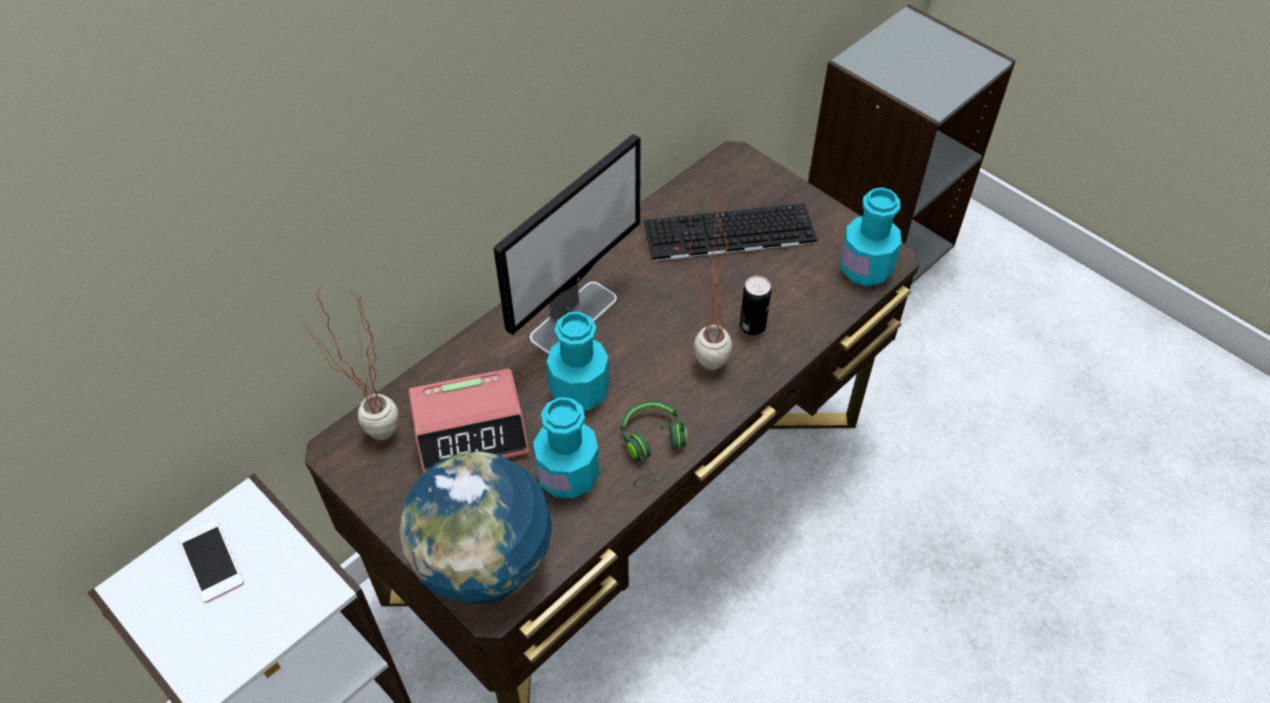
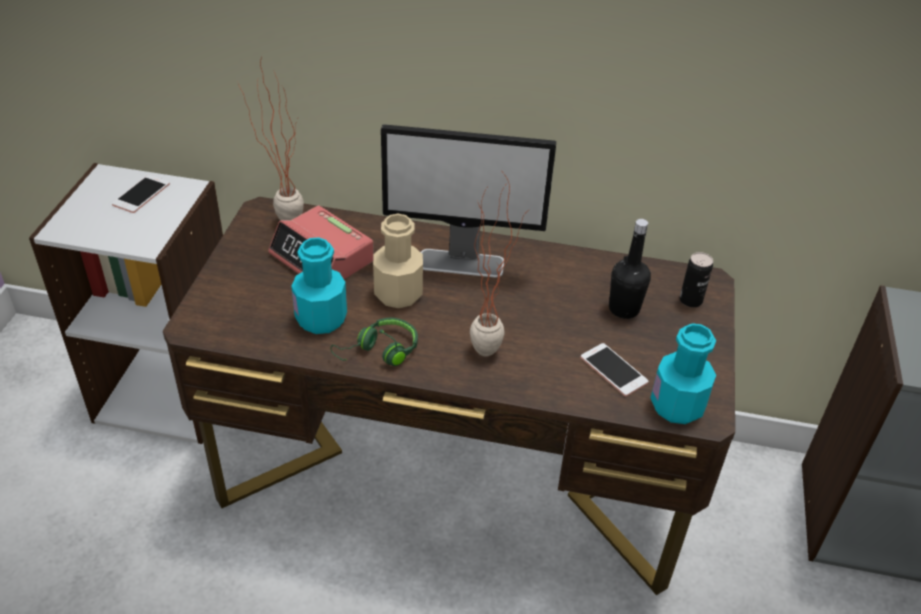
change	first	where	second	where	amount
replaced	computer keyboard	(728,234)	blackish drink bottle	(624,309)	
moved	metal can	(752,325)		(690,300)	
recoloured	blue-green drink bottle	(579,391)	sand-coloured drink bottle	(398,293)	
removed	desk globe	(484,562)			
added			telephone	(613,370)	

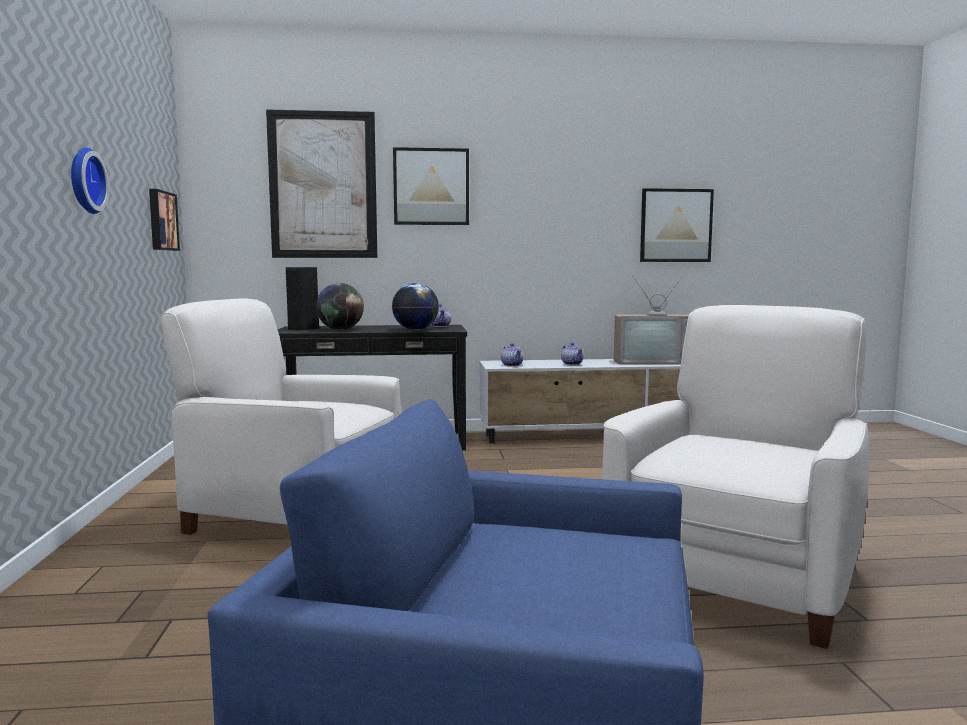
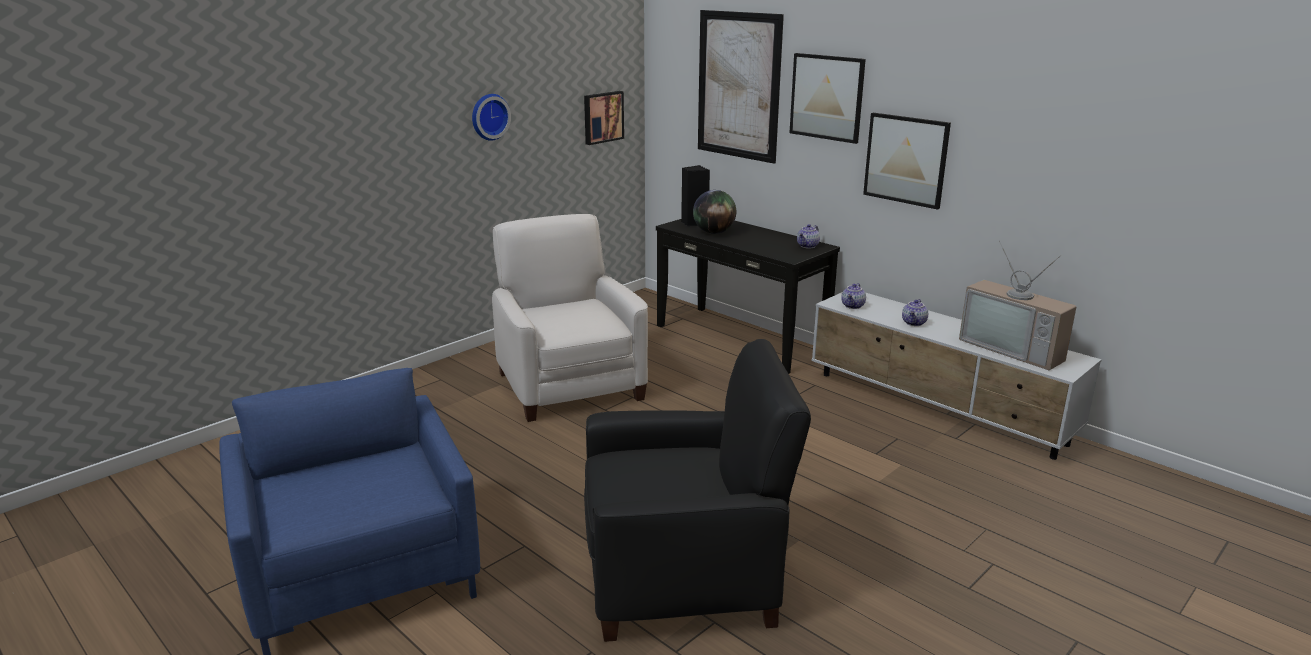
change	first	where	second	where	amount
moved	wall picture	(676,225)		(906,160)	
removed	desk globe	(416,329)			
recoloured	whitish armchair	(735,577)	blackish armchair	(683,575)	

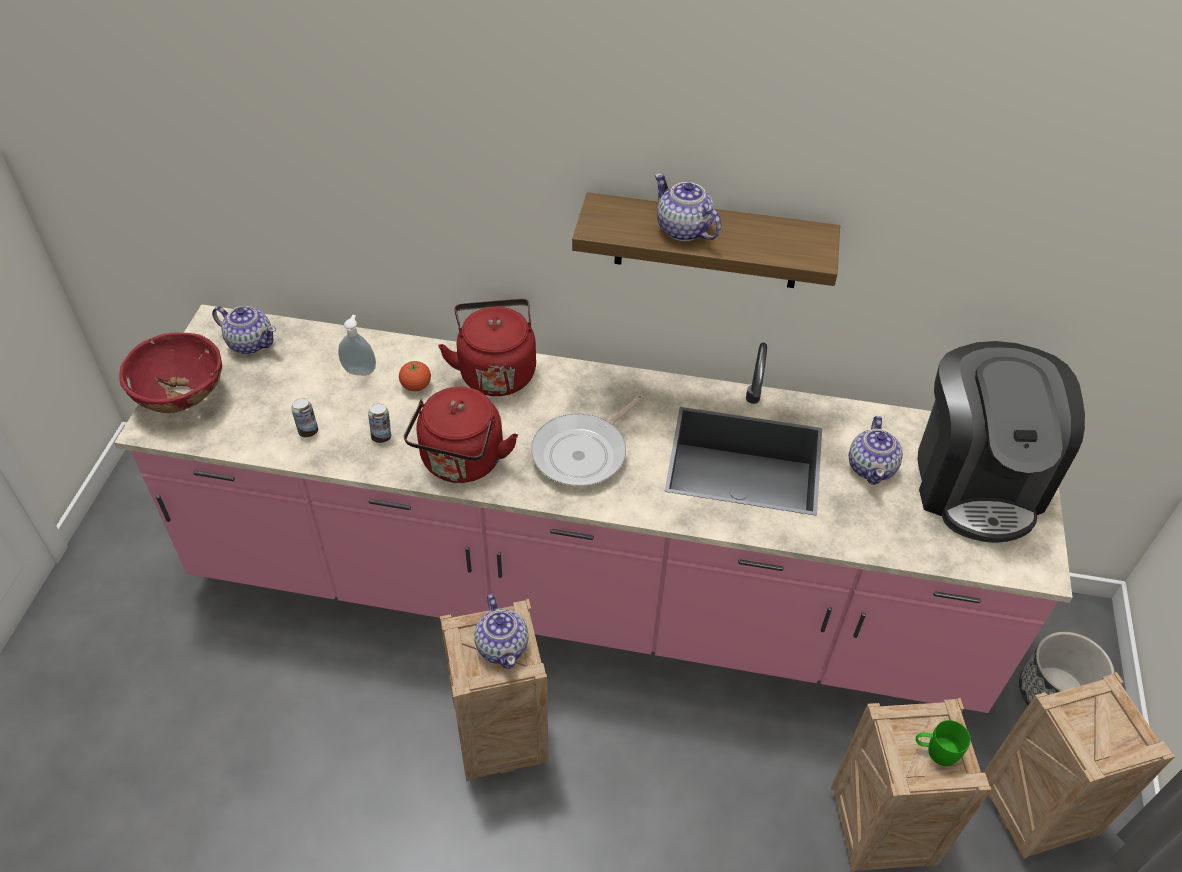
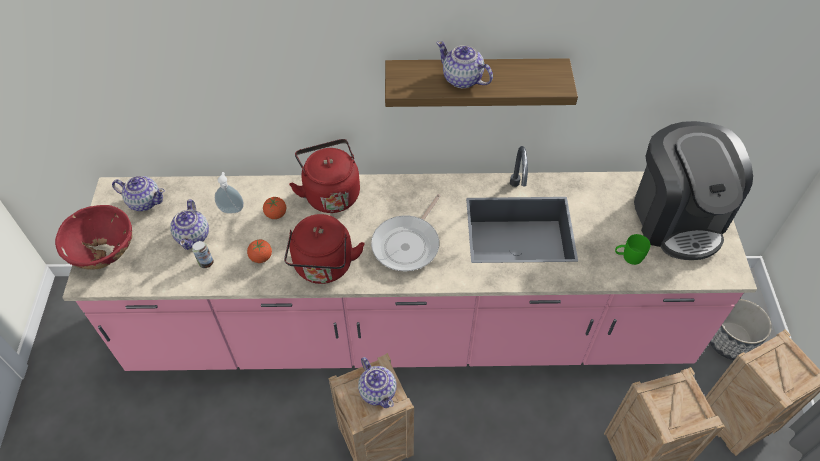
change	first	where	second	where	amount
replaced	metal can	(382,436)	fresh tomato	(261,257)	
moved	pot for tea	(871,467)		(193,235)	
moved	green tea mug	(935,751)		(628,257)	

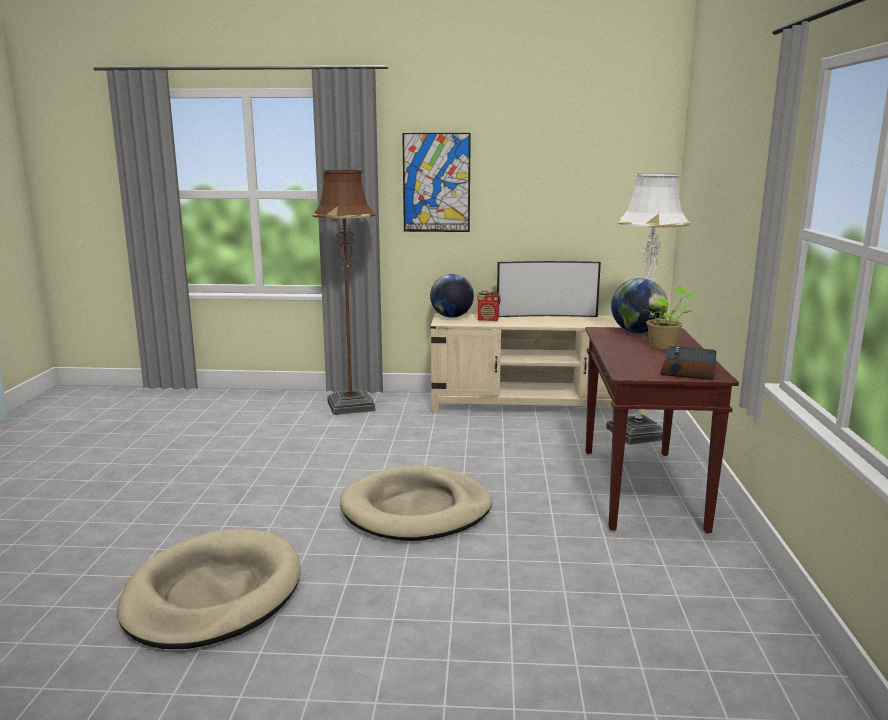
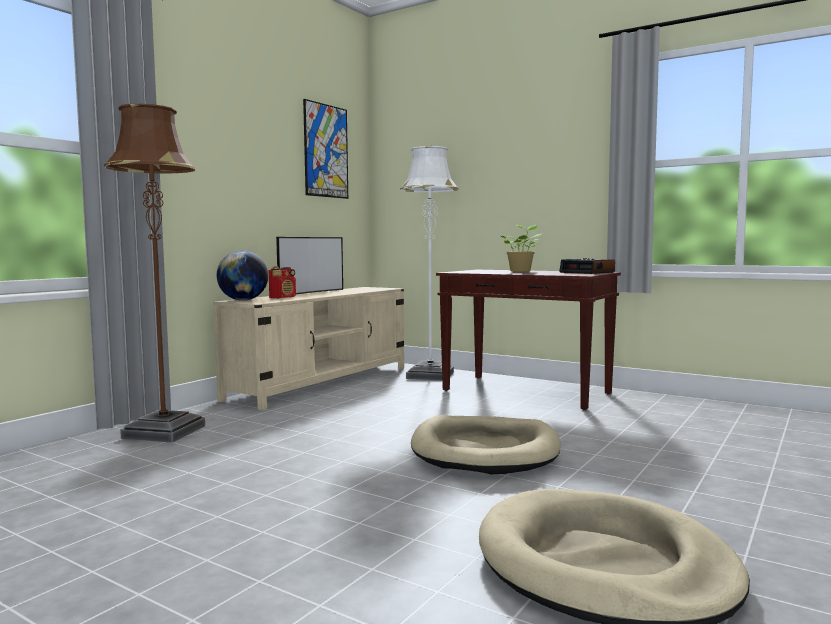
change	first	where	second	where	amount
moved	wall picture	(436,183)		(326,151)	
removed	desk globe	(637,332)			

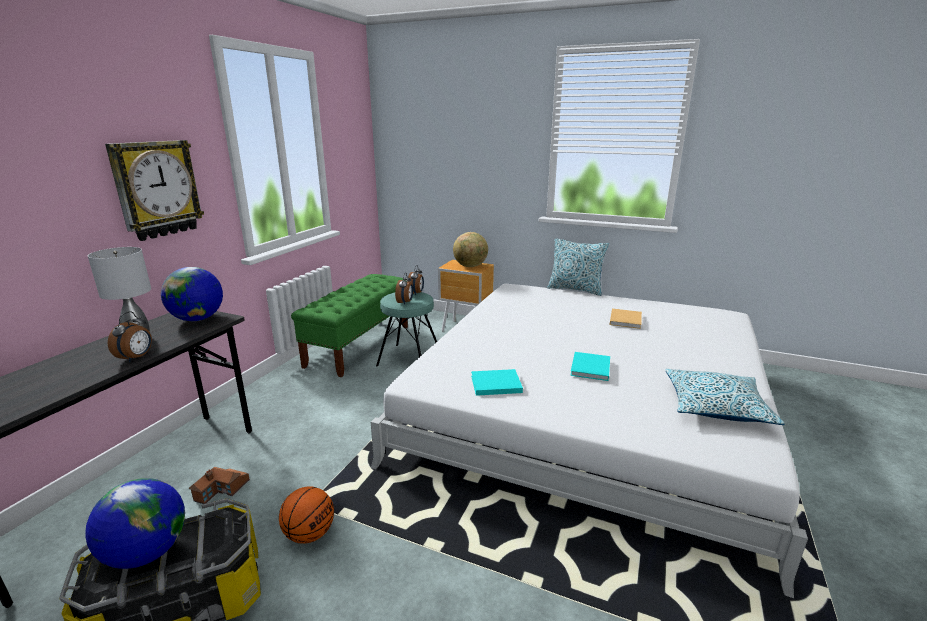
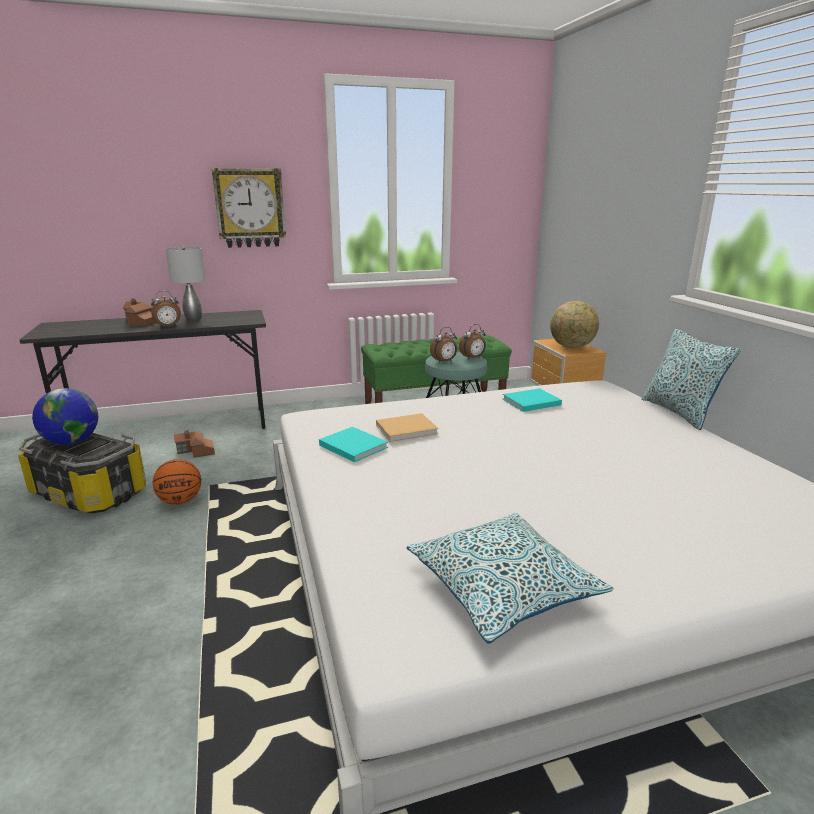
change	first	where	second	where	amount
removed	desk globe	(198,319)			
moved	sand-coloured book	(625,319)		(408,429)	
moved	blue-green book	(590,368)		(530,402)	
added			toy house	(140,322)	

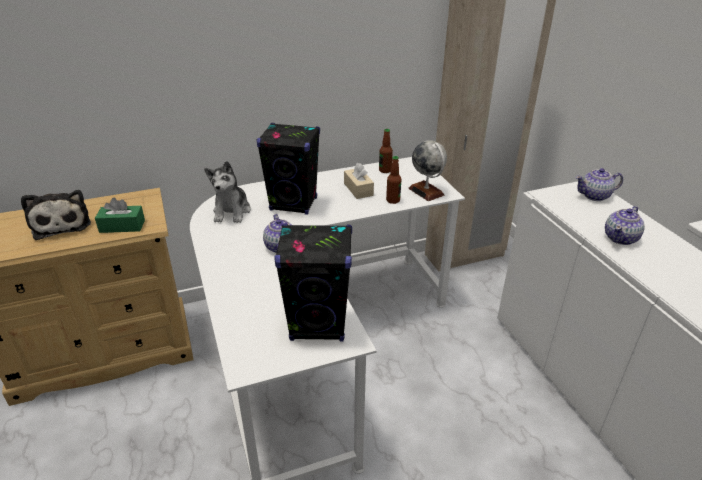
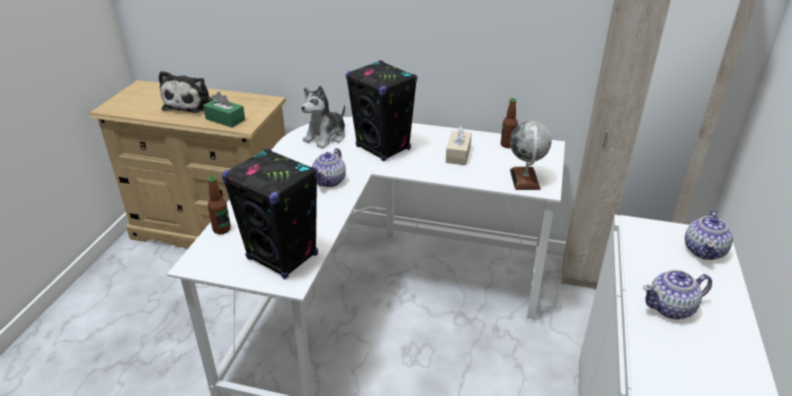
change	first	where	second	where	amount
moved	drink bottle	(393,200)		(222,229)	
turned	pot for tea	(595,196)		(704,251)	90 degrees counterclockwise

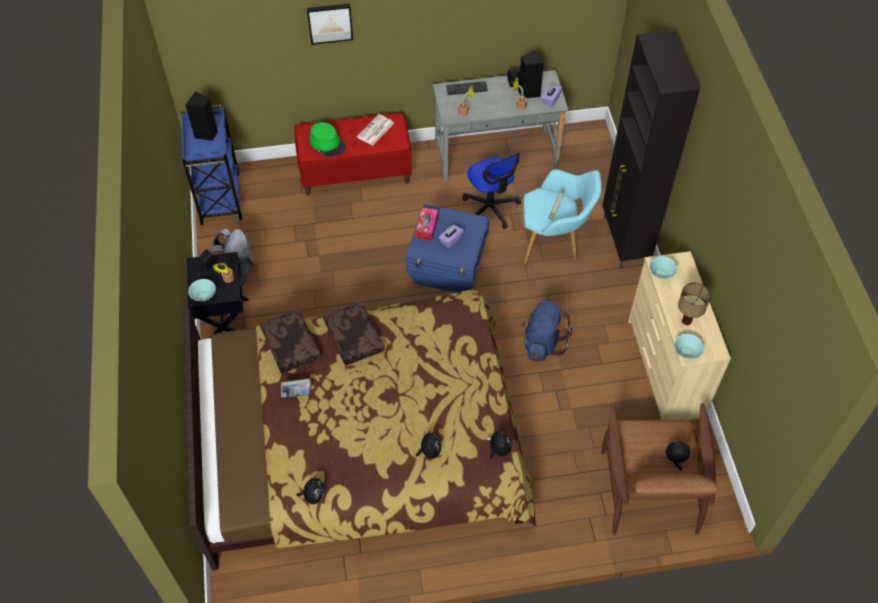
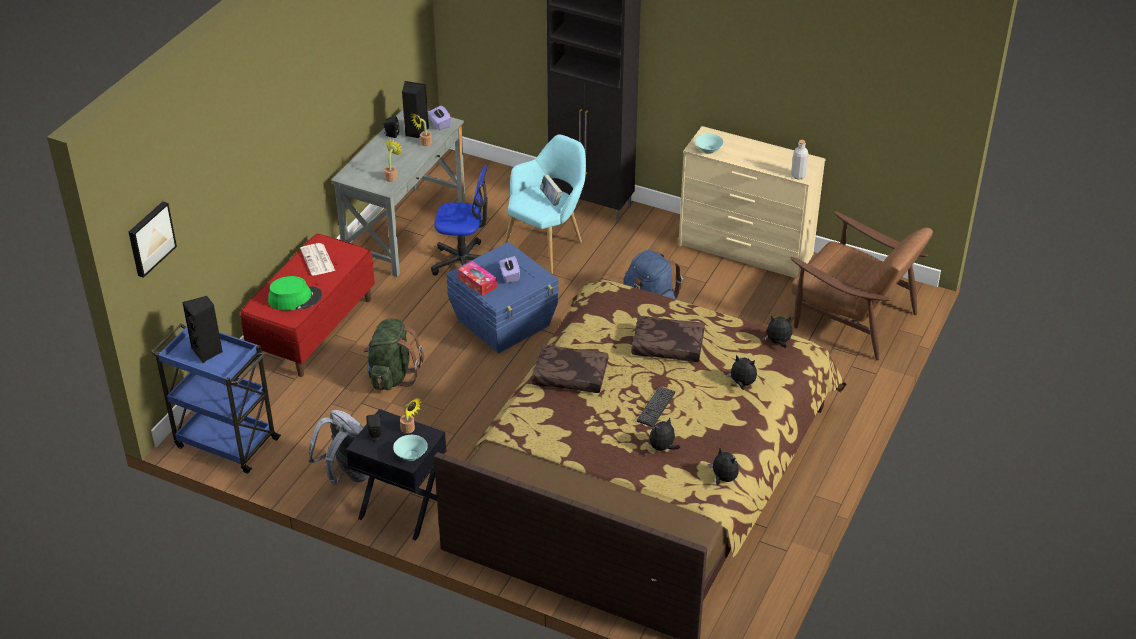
change	first	where	second	where	amount
moved	wall picture	(330,22)		(150,238)	
moved	computer keyboard	(466,88)		(656,407)	
removed	lamp for a table	(686,320)			
moved	brownish cushion	(290,345)		(667,346)	
replaced	blue-green deep dish	(686,351)	grey drink bottle	(798,175)	
removed	book	(297,394)			
moved	soft toy	(675,459)		(662,448)	
added			green backpack	(392,376)	

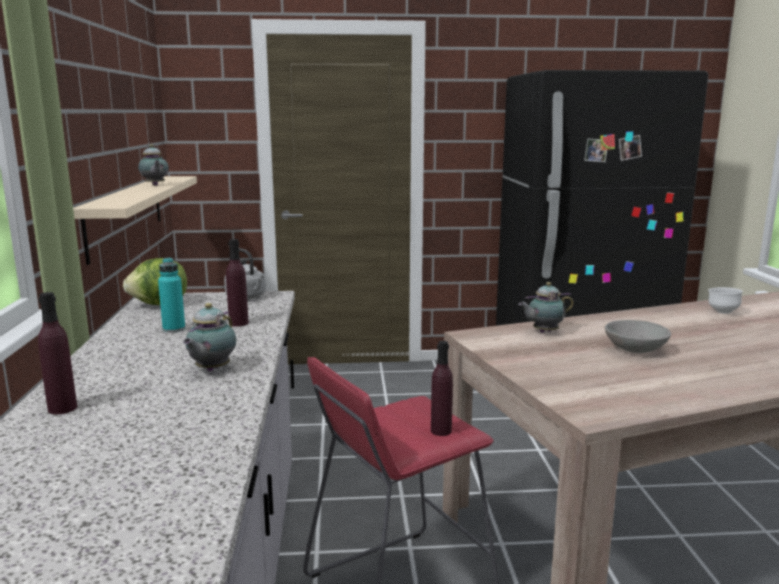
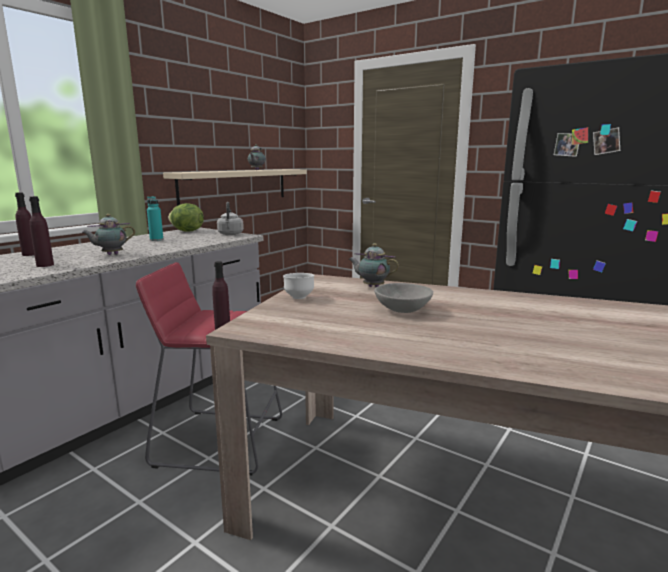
change	first	where	second	where	amount
moved	purplish drink bottle	(238,323)		(45,265)	
moved	whitish deep dish	(722,312)		(299,297)	

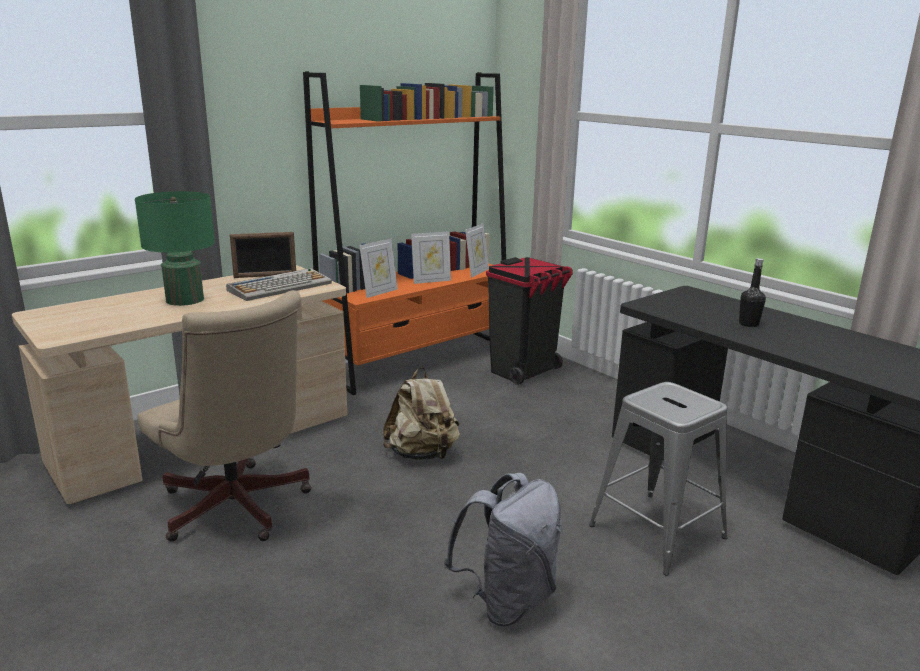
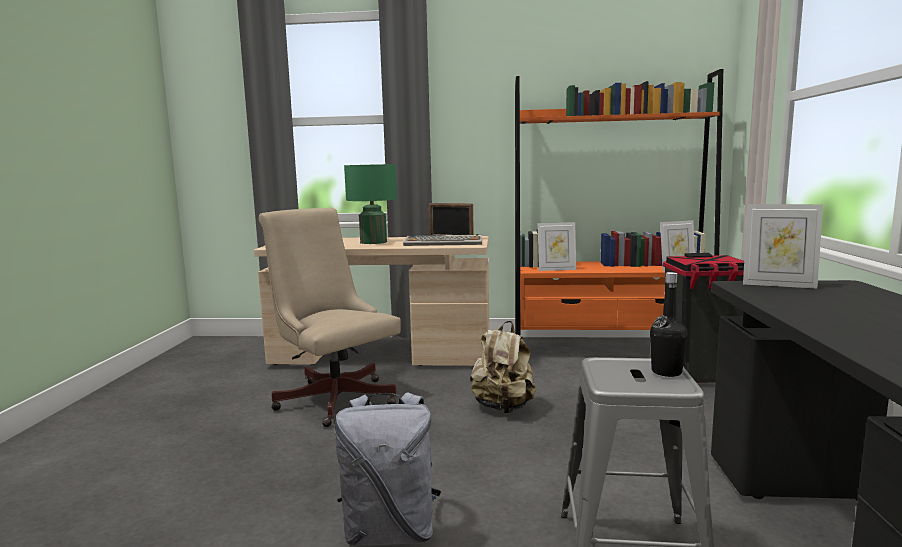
change	first	where	second	where	amount
moved	standing frame	(431,281)		(778,285)	
moved	blackish drink bottle	(748,324)		(666,372)	
turned	sand-coloured office chair	(237,510)		(333,397)	135 degrees clockwise

